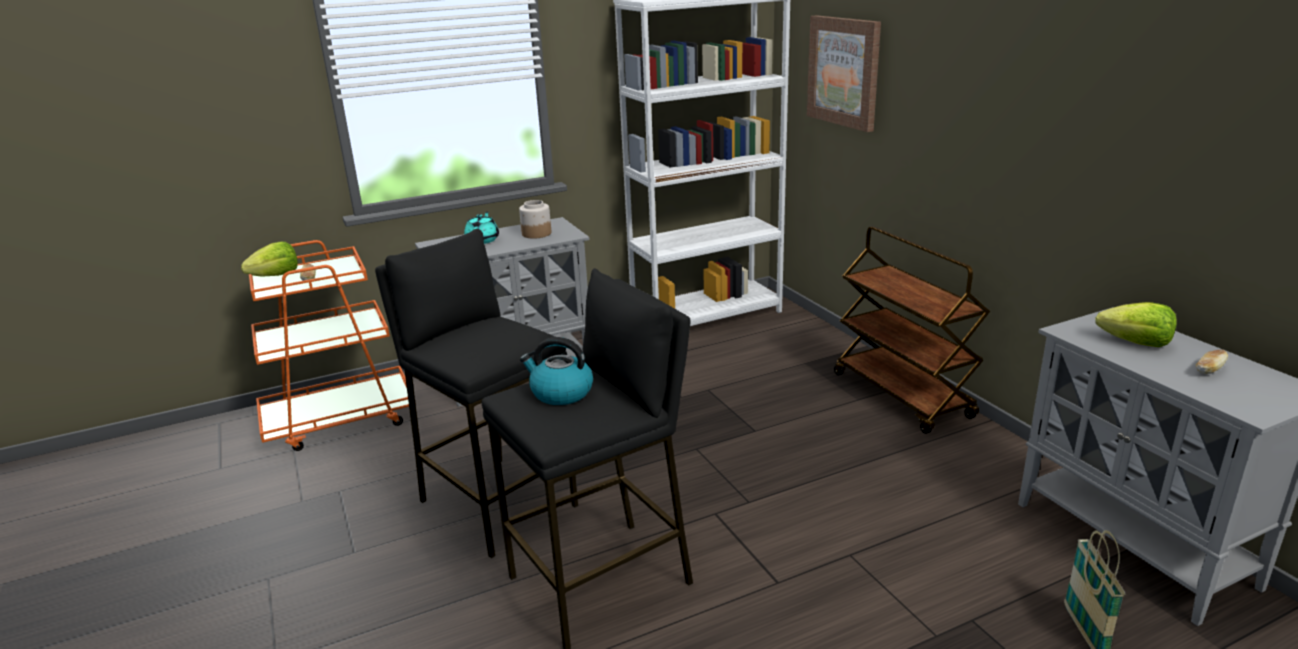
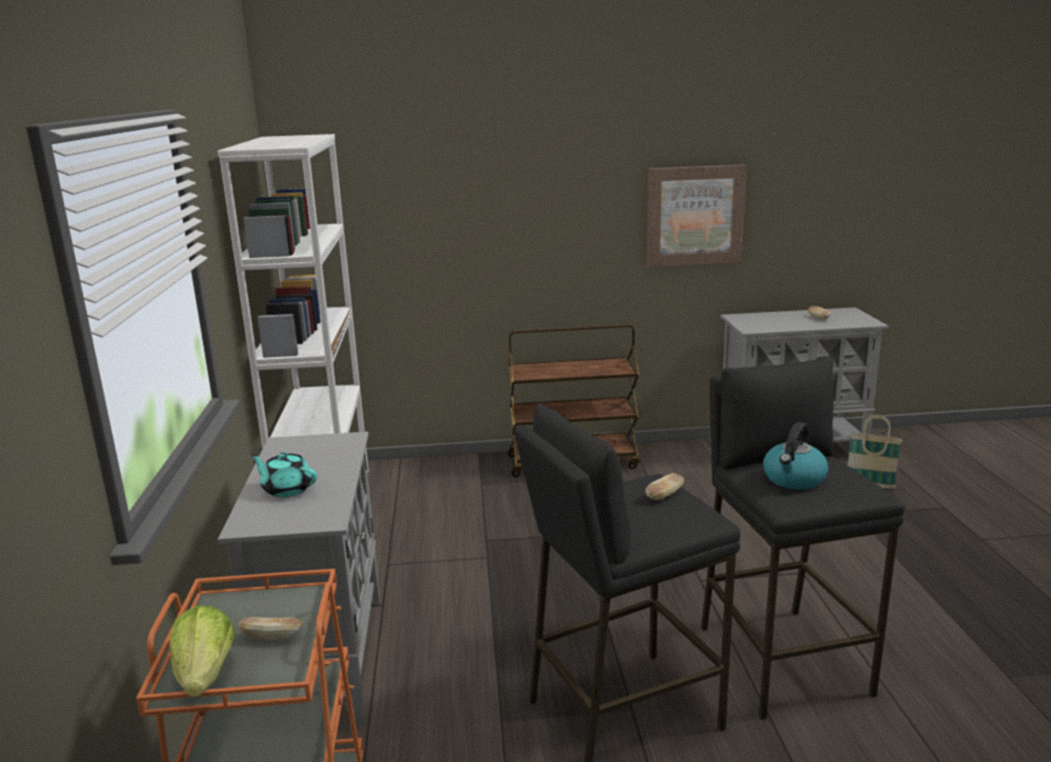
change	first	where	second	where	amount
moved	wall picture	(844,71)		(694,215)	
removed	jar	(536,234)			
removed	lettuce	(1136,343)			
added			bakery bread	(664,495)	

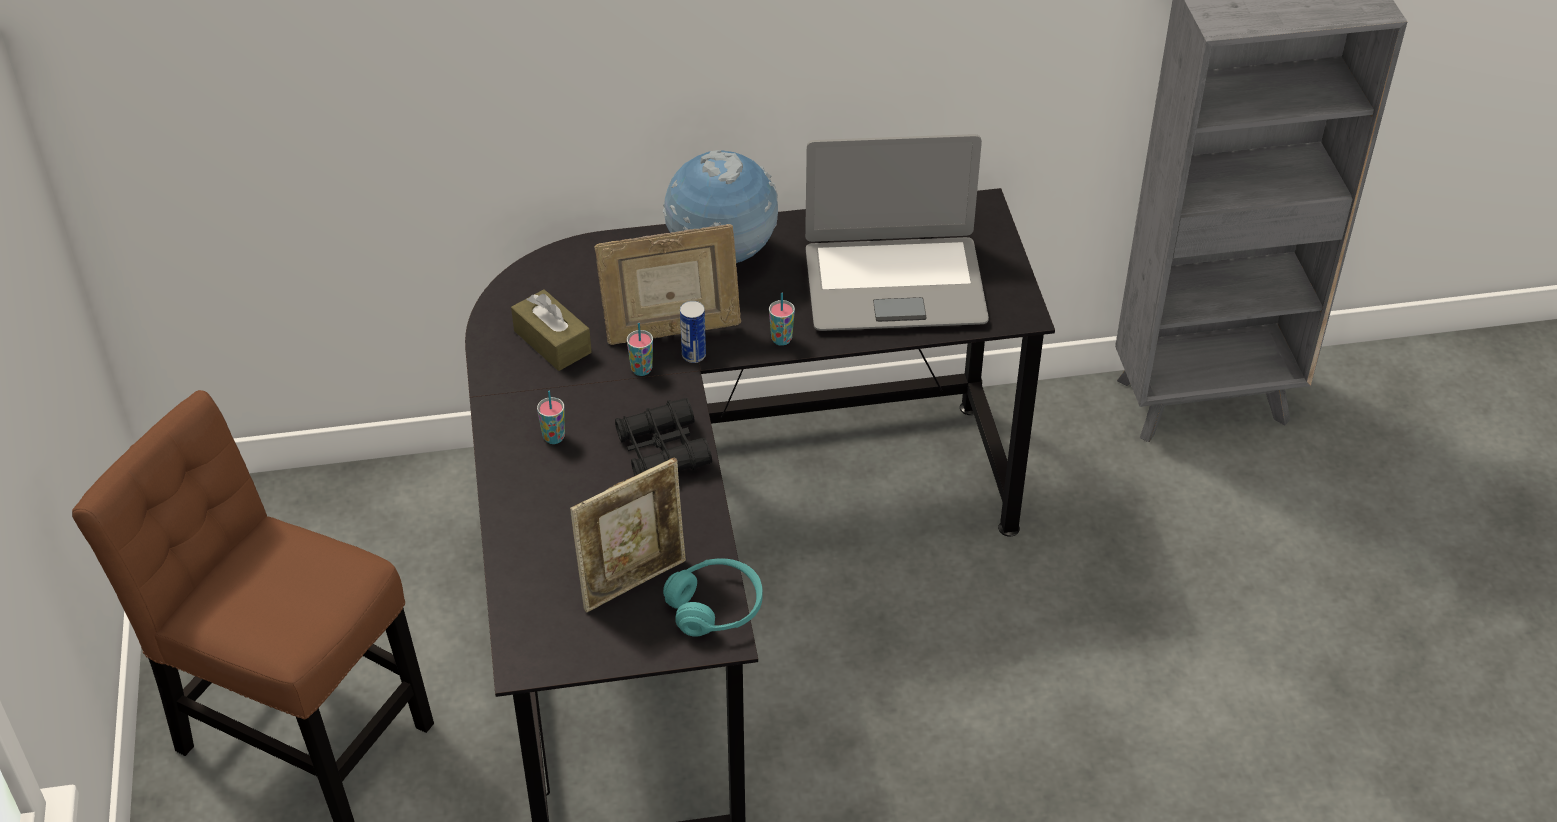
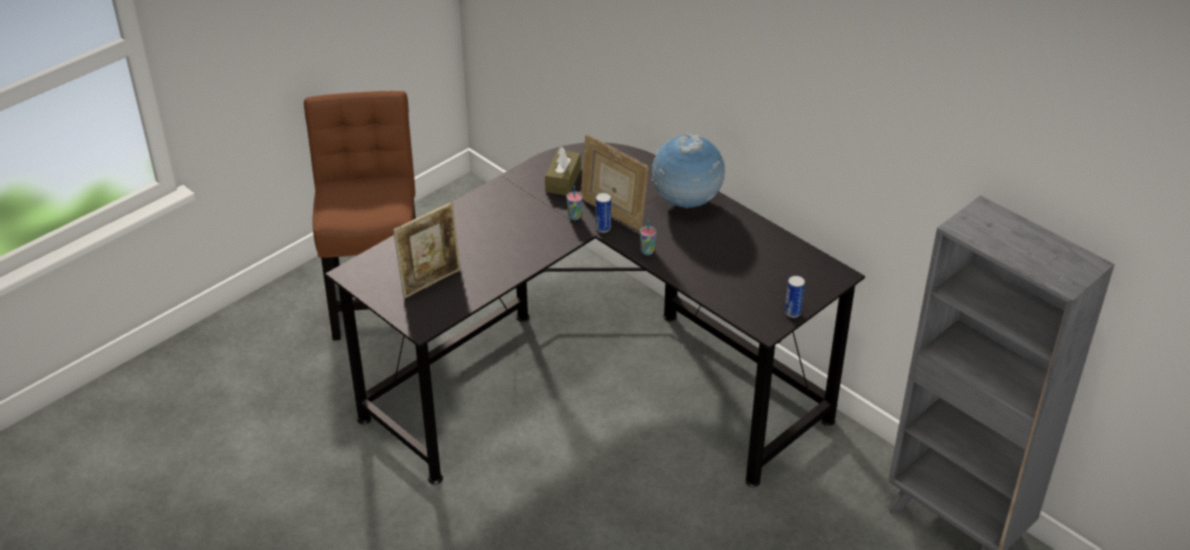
change	first	where	second	where	amount
removed	laptop	(894,284)			
removed	cup	(554,437)			
removed	blackish pair of binoculars	(662,451)			
turned	standing frame	(633,581)		(431,281)	60 degrees counterclockwise
removed	blue-green headphones	(715,607)			
added			metal can	(792,312)	

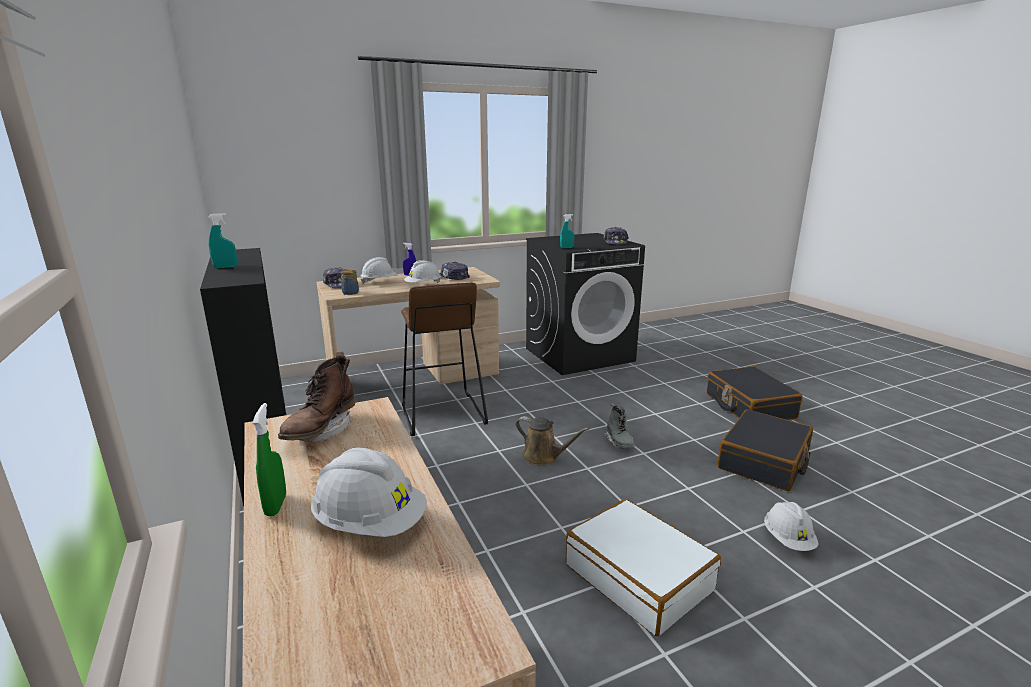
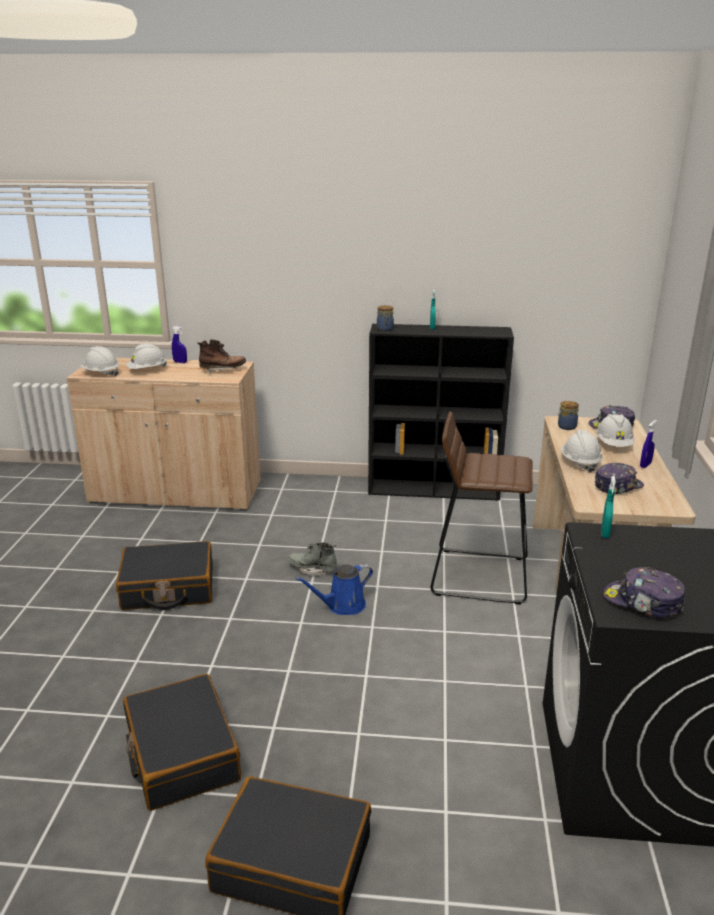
change	first	where	second	where	amount
turned	brownish high-top boot	(321,431)		(223,370)	120 degrees clockwise
recoloured	green hand sprayer	(276,505)	bluish hand sprayer	(180,362)	
moved	grey high-top boot	(619,443)		(312,570)	
recoloured	brownish watering can	(544,457)	bluish watering can	(342,606)	
recoloured	whitish travel case	(639,577)	blackish travel case	(168,588)	
moved	whitish work helmet	(788,540)		(101,373)	
added			jar	(385,329)	

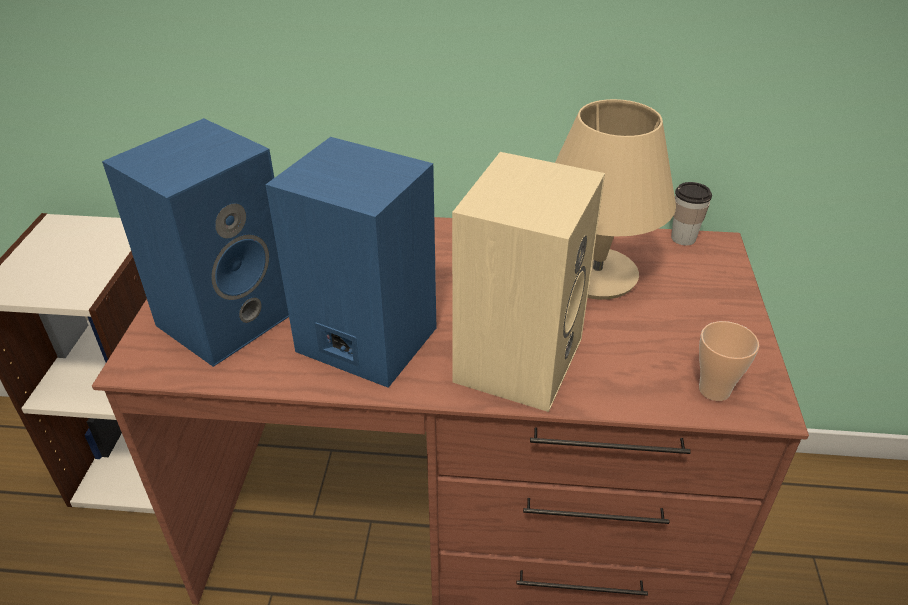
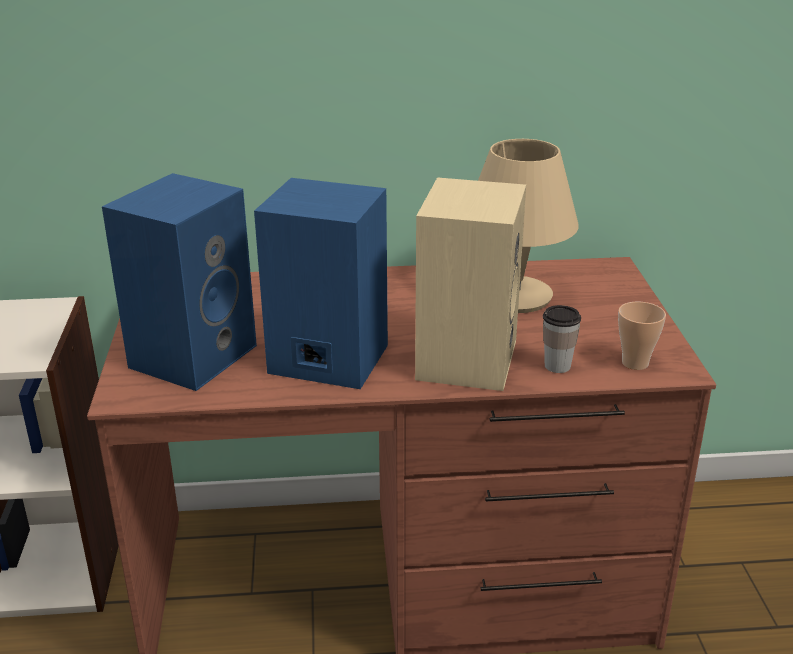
change	first	where	second	where	amount
moved	cup	(683,238)		(557,366)	

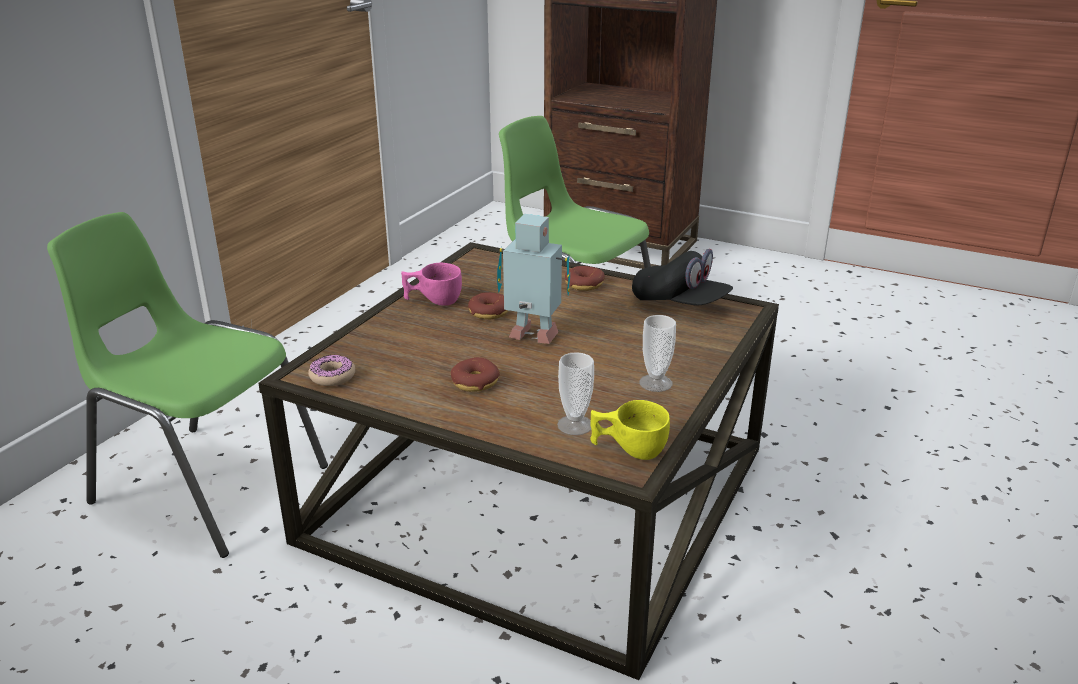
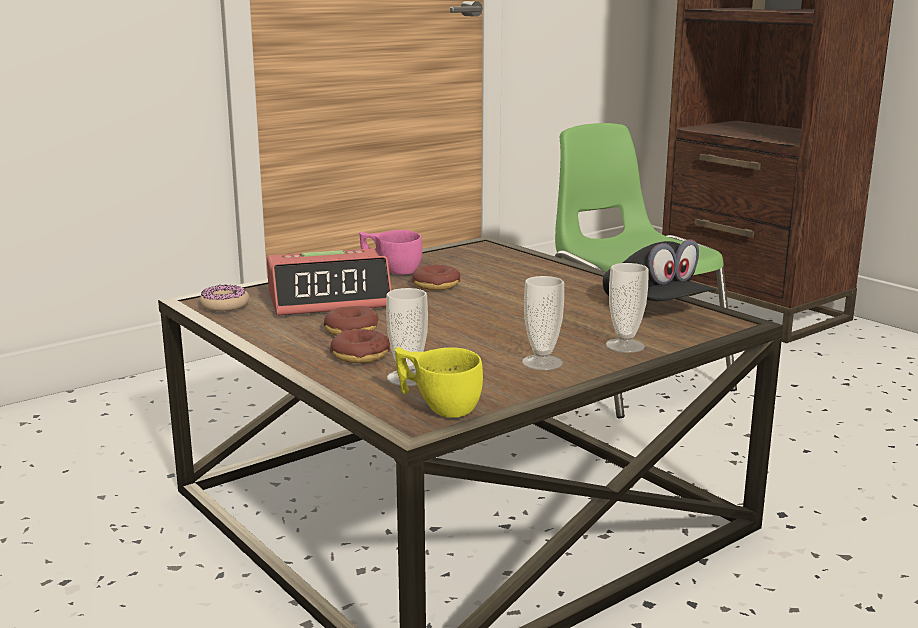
change	first	where	second	where	amount
removed	green chair	(207,484)			
removed	robot figure	(533,338)			
moved	doughnut	(584,285)		(360,356)	
added			table clock	(329,299)	
added			cup	(625,346)	

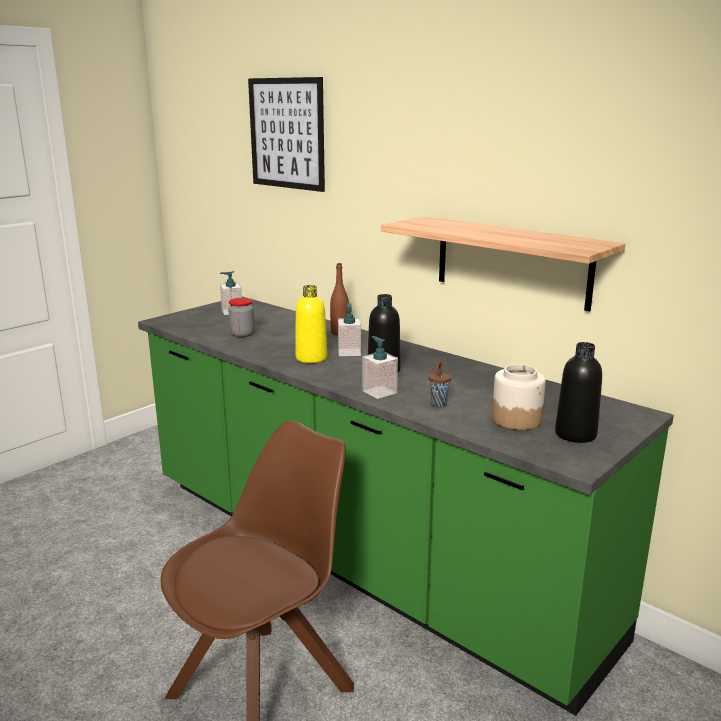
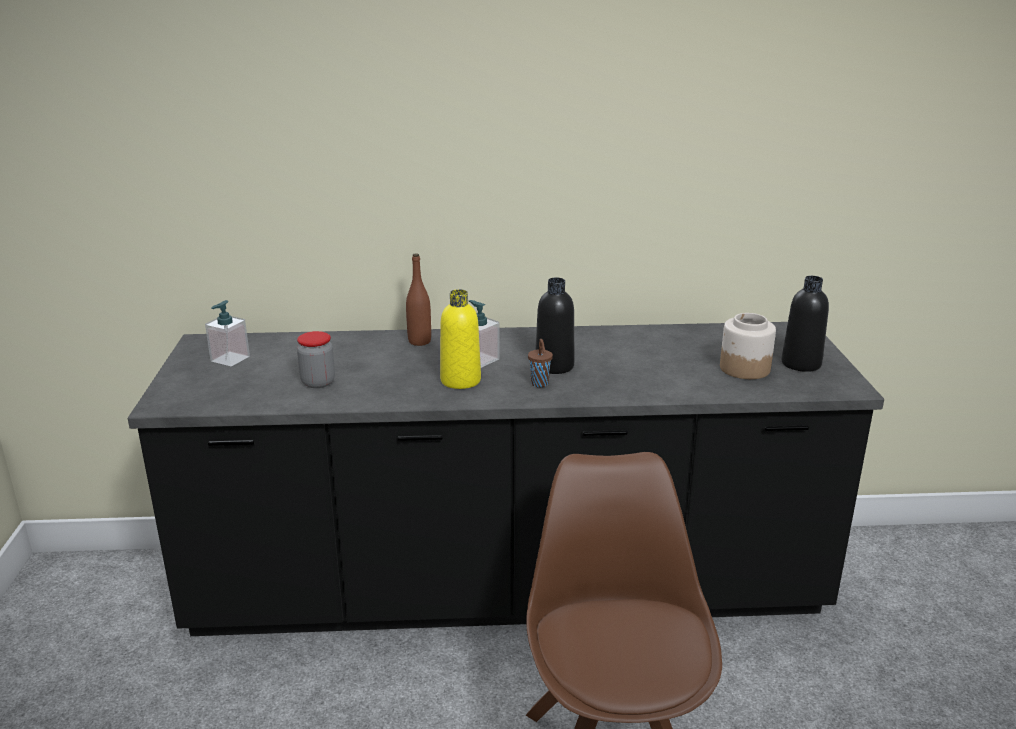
change	first	where	second	where	amount
removed	wall picture	(286,133)			
removed	bracket shelf	(512,262)			
recoloured	green counter	(360,557)	blackish counter	(508,593)	
removed	soap dispenser	(379,392)			
moved	brownish cup	(438,404)		(540,384)	

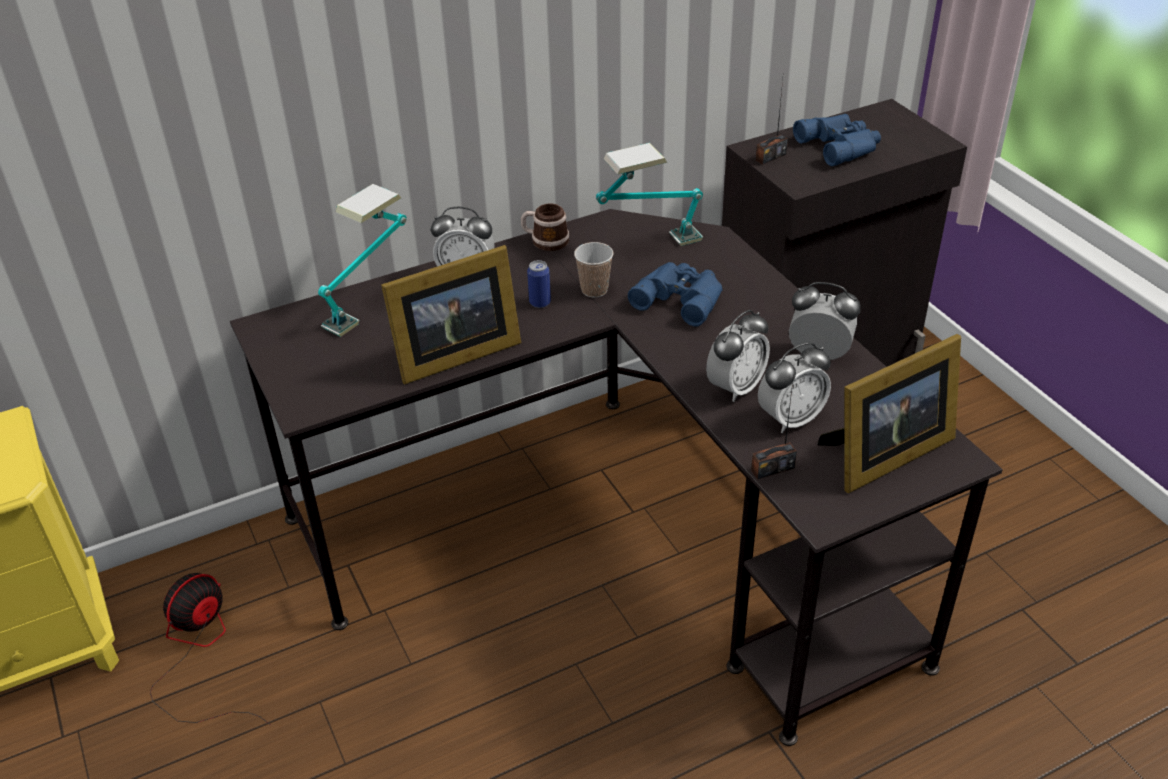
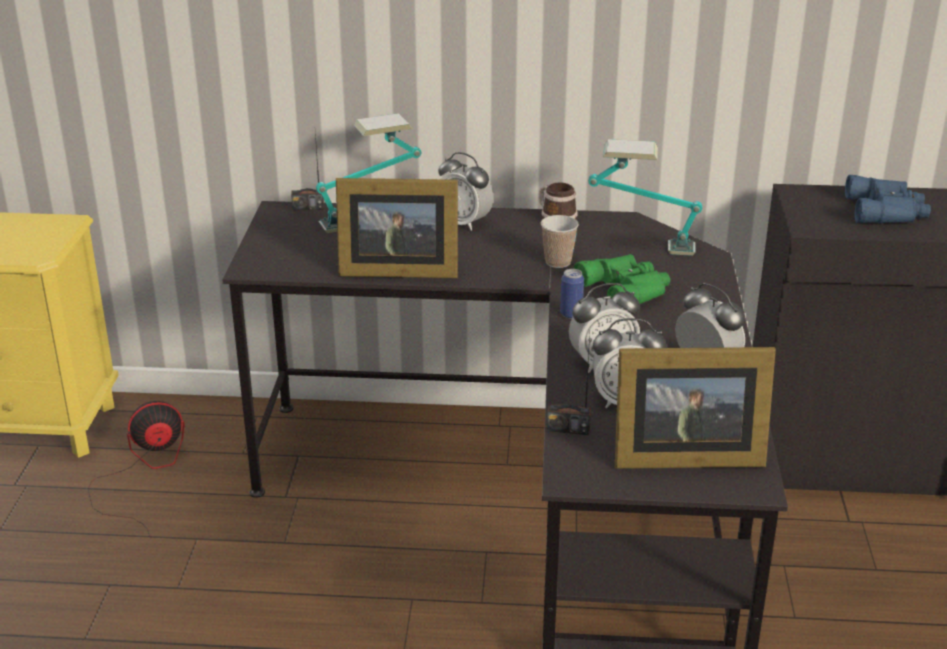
change	first	where	second	where	amount
moved	radio	(770,157)		(308,208)	
moved	metal can	(540,302)		(571,314)	
recoloured	bluish pair of binoculars	(681,297)	green pair of binoculars	(627,289)	

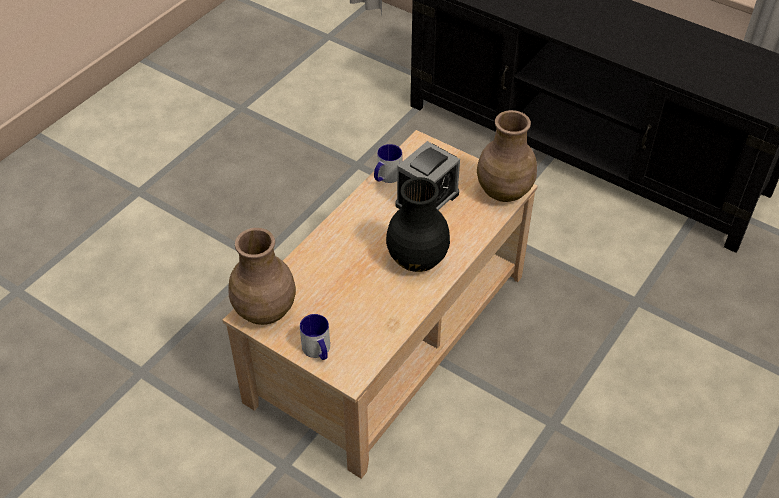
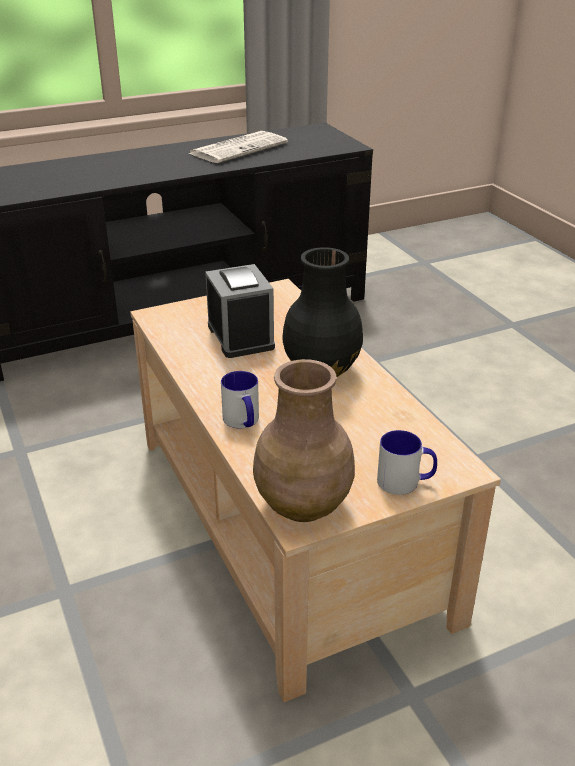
change	first	where	second	where	amount
removed	brownish decorative vase	(505,191)			
moved	tea mug	(386,177)		(243,422)	
added			printed paper	(239,148)	

